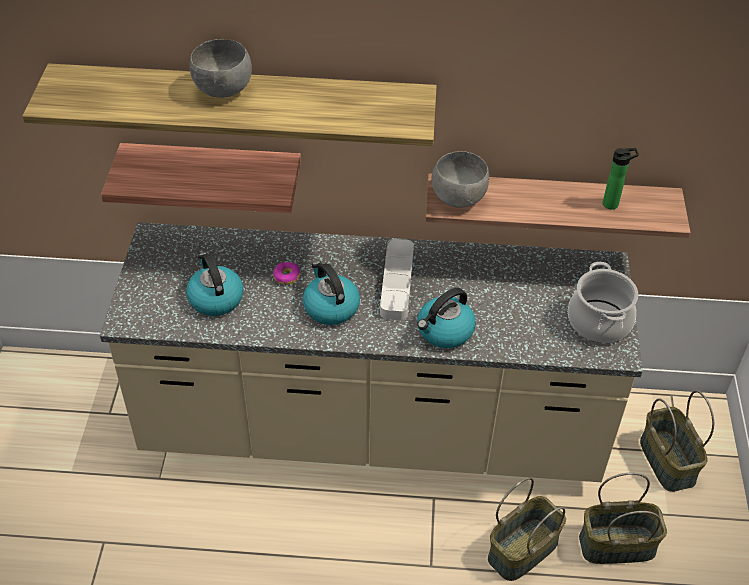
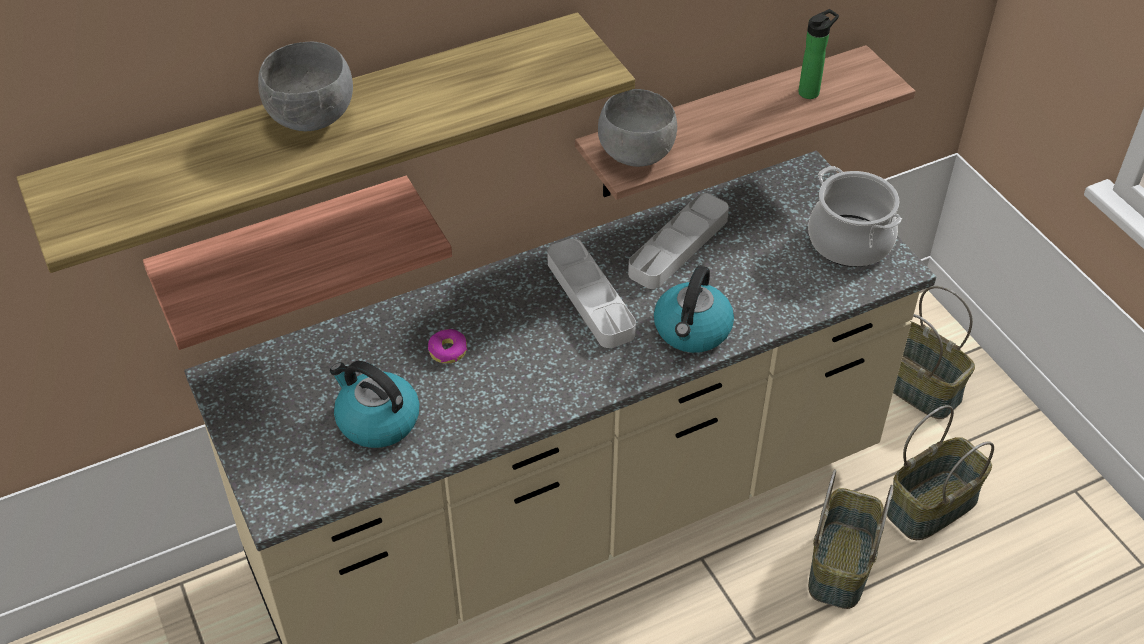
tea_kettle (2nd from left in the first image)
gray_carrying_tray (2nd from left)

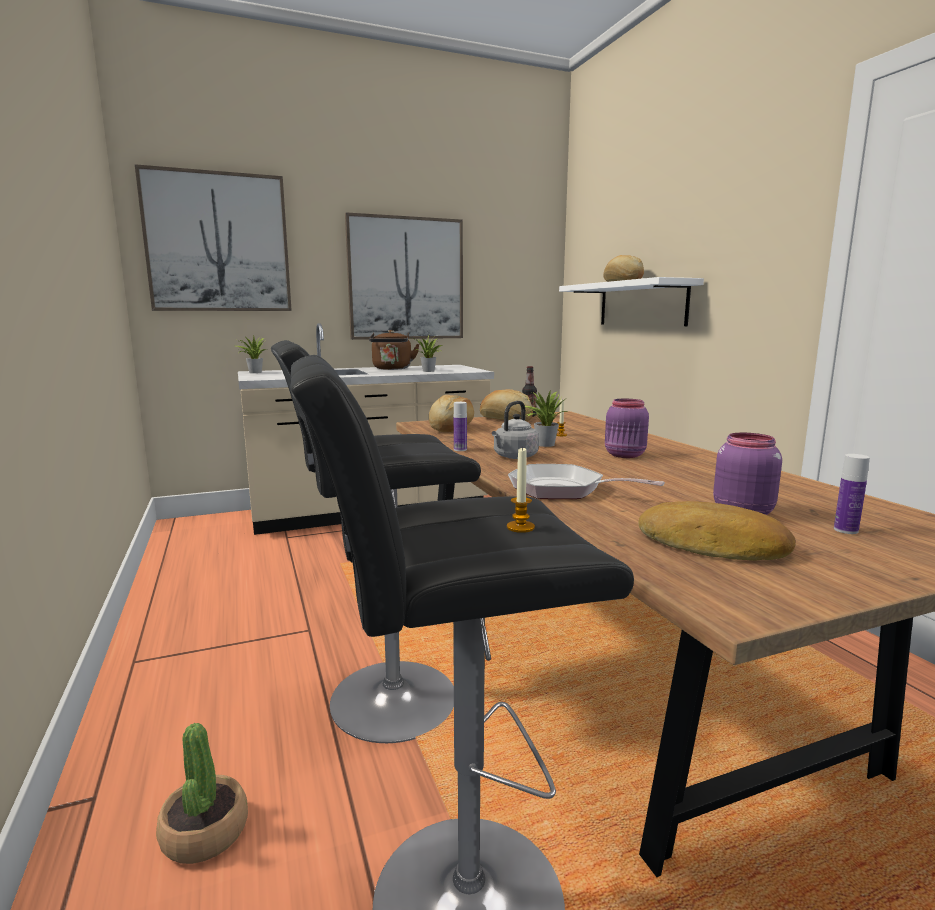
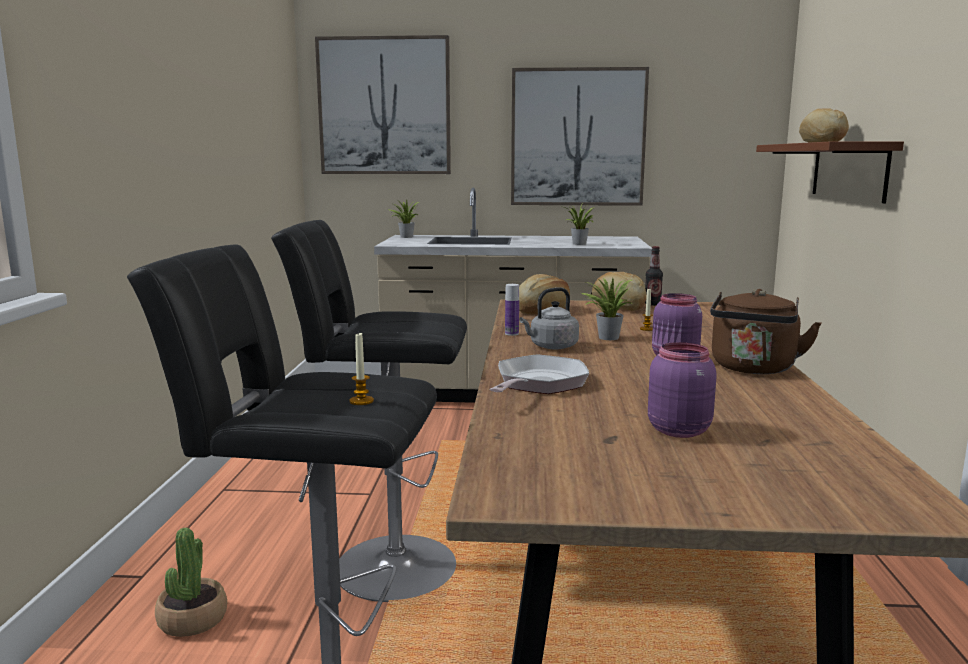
brownish_tea_kettle
frying_pan
brownish_bracket_shelf
baked_bread (4th from left in the first image)
beverage_bottle (3rd from left in the first image)

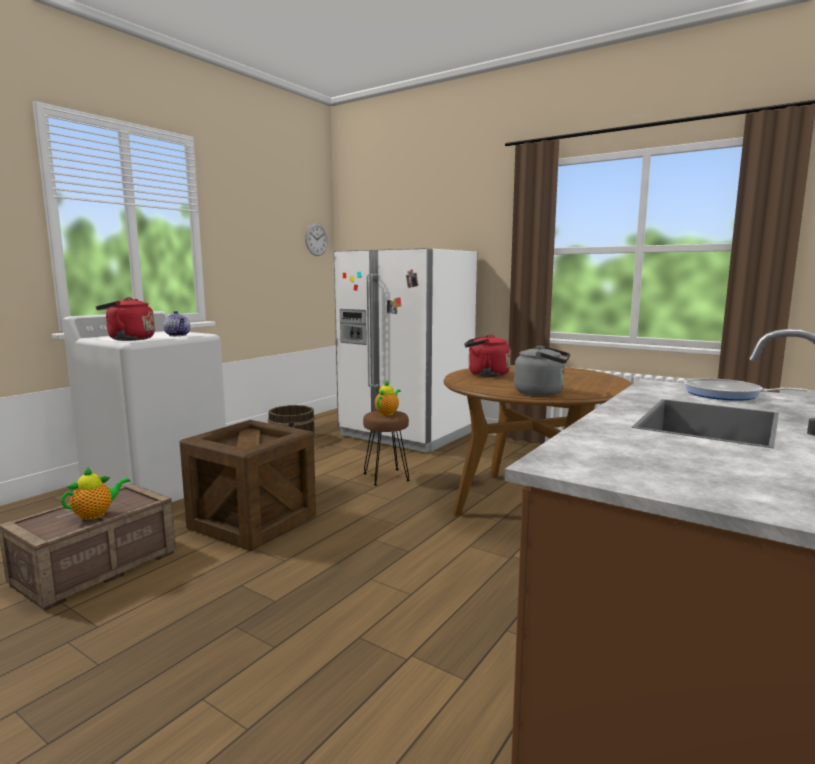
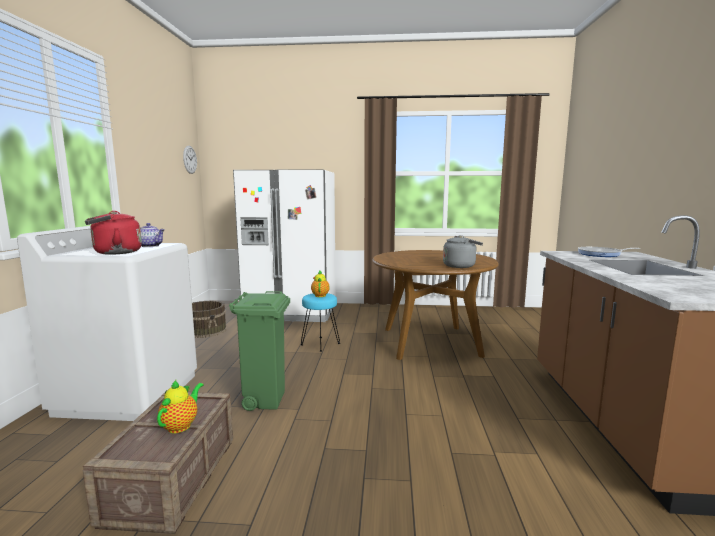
green_waste_bin
turquoise_stool_seat
reddish_tea_kettle (2nd from left in the first image)

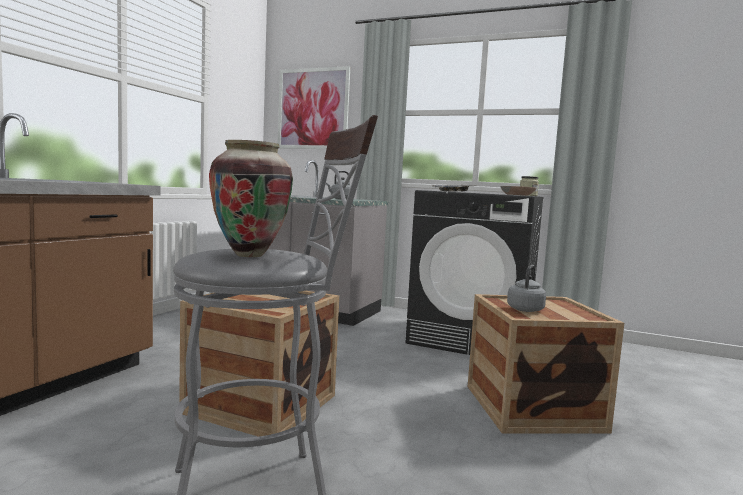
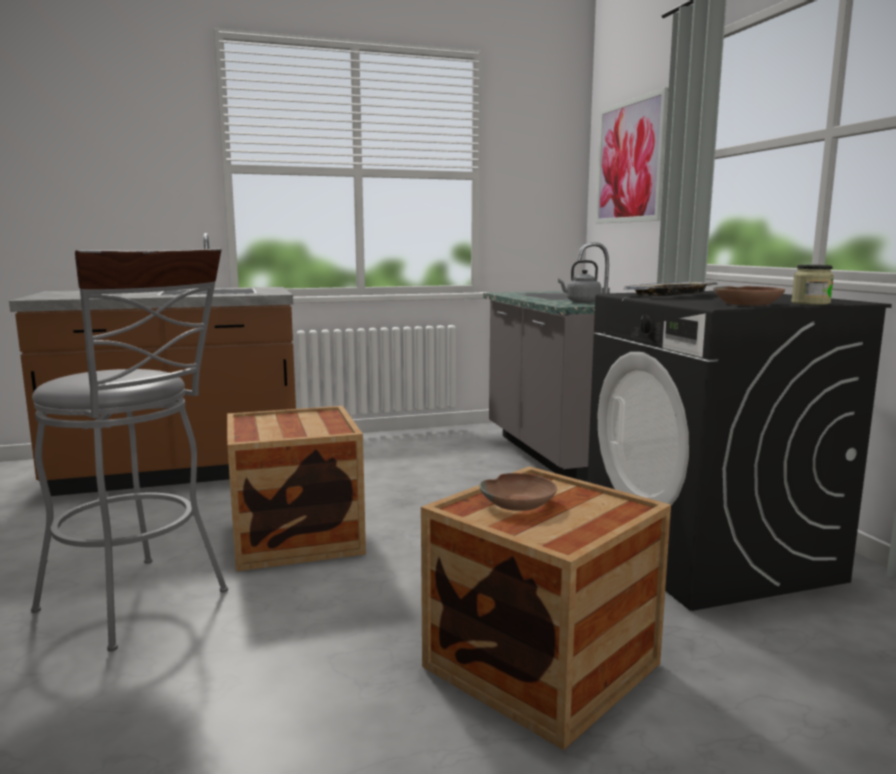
vase
brownish_bowl (1st from left)

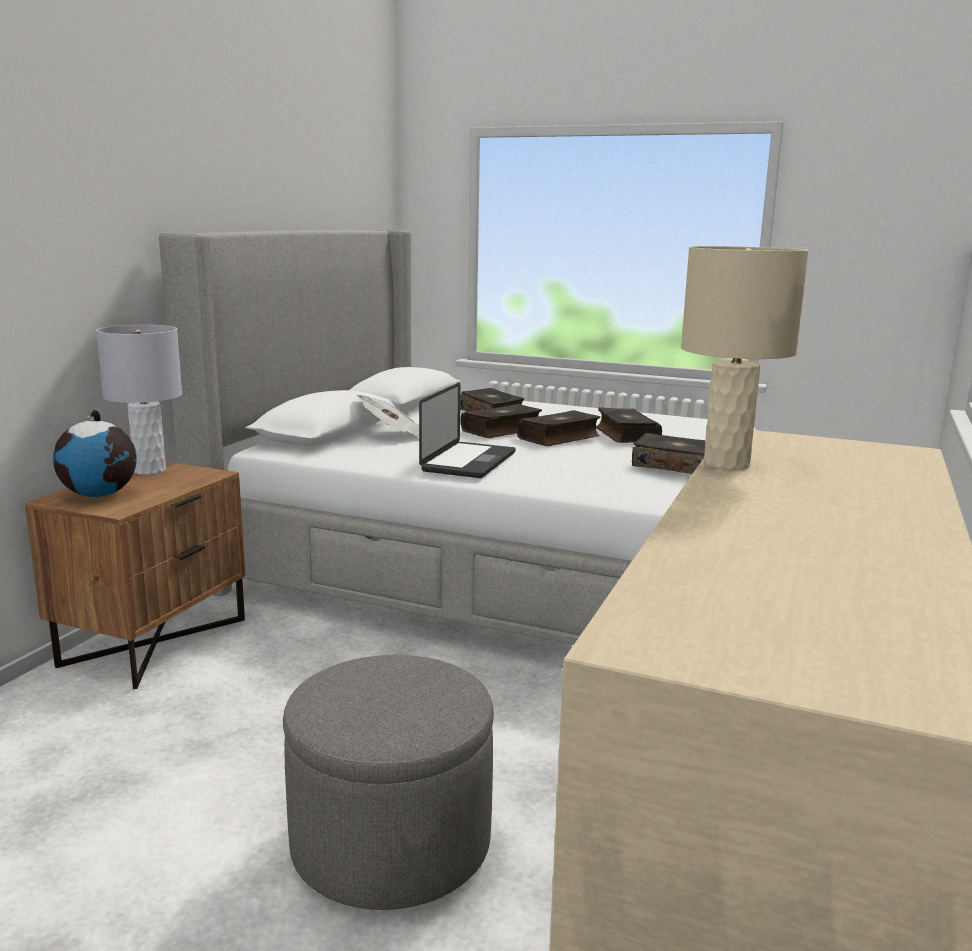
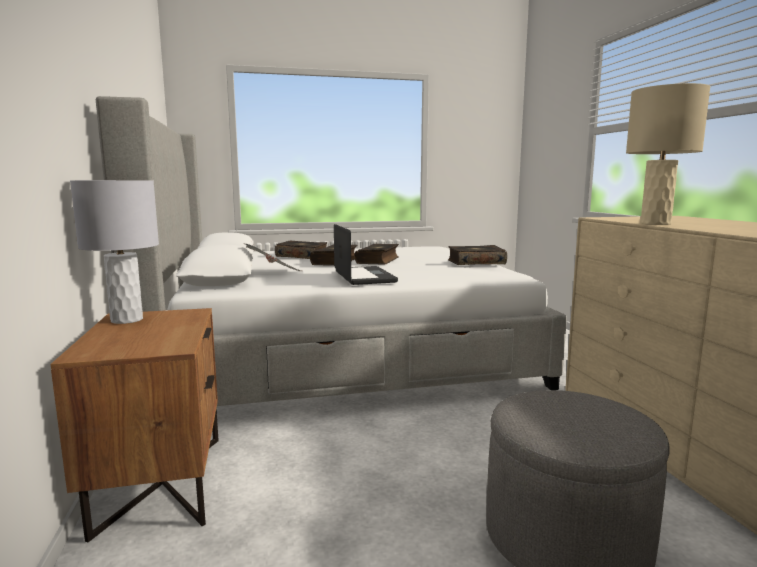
globe
volume (4th from left in the first image)

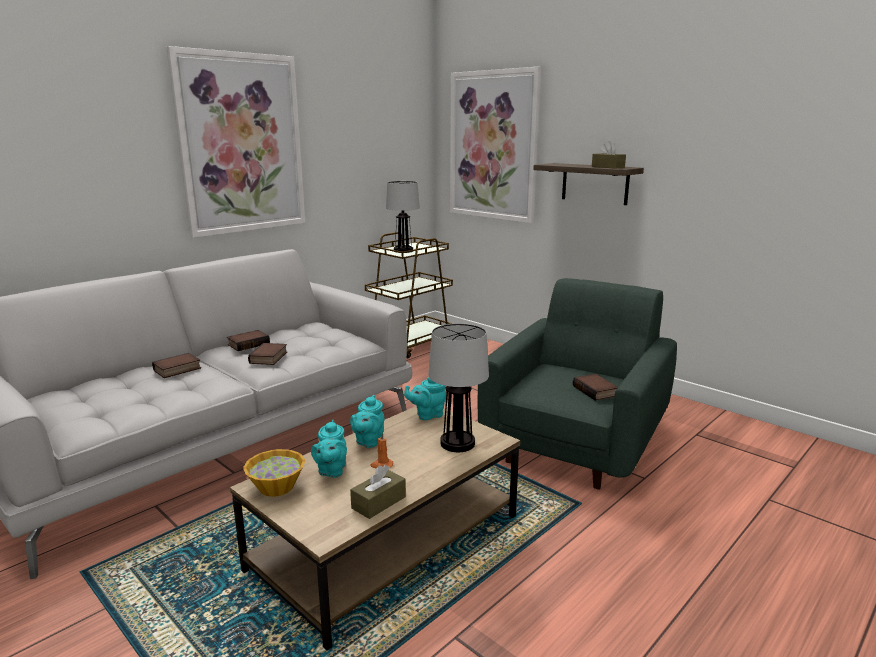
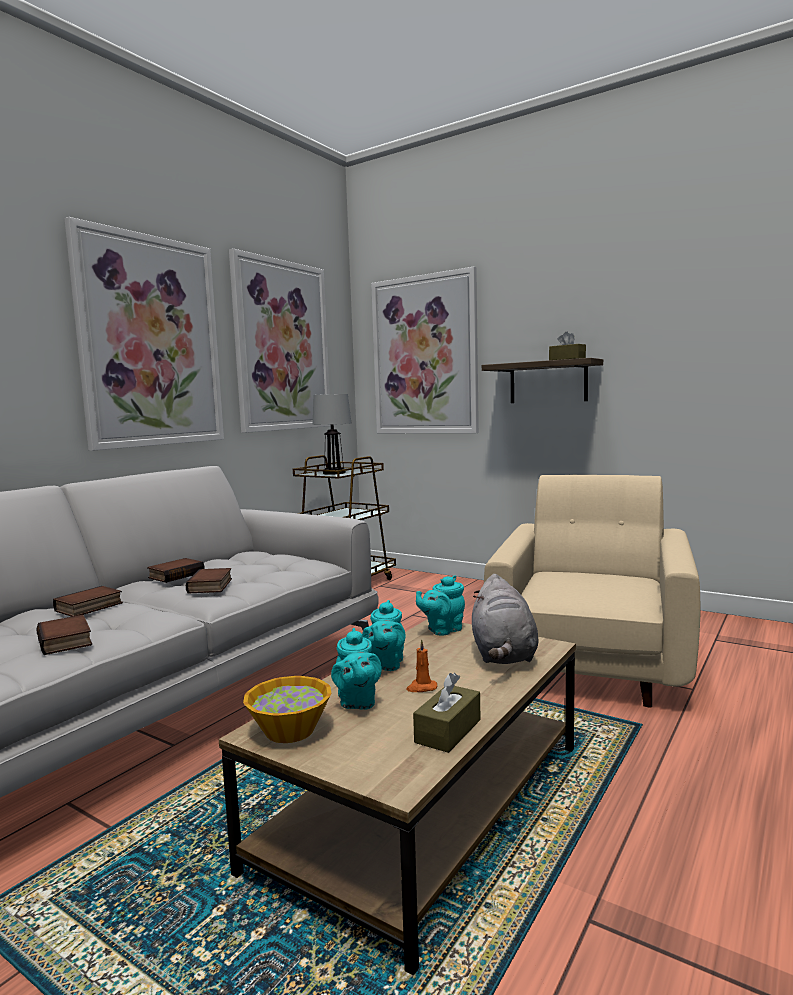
gray_plush_toy
beige_armchair
volume (1st from left)
wall_picture (2nd from left)

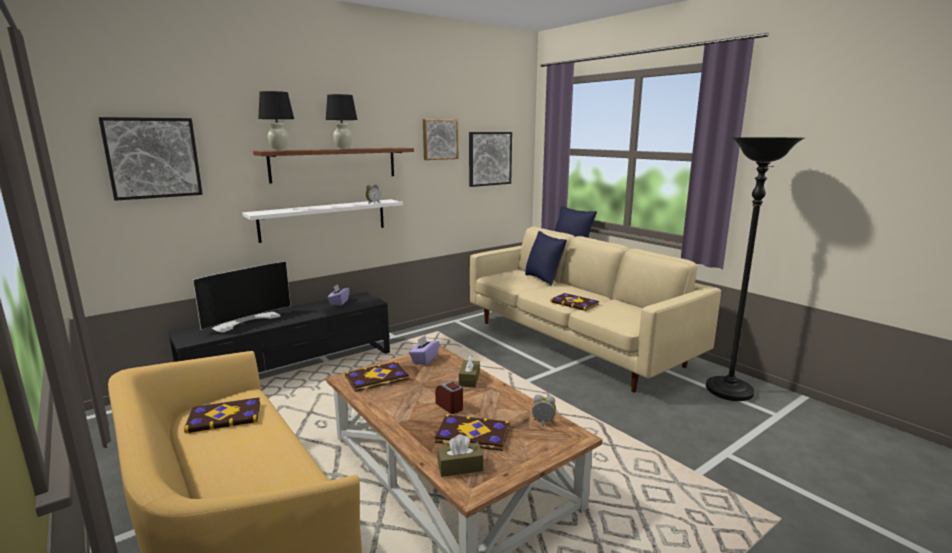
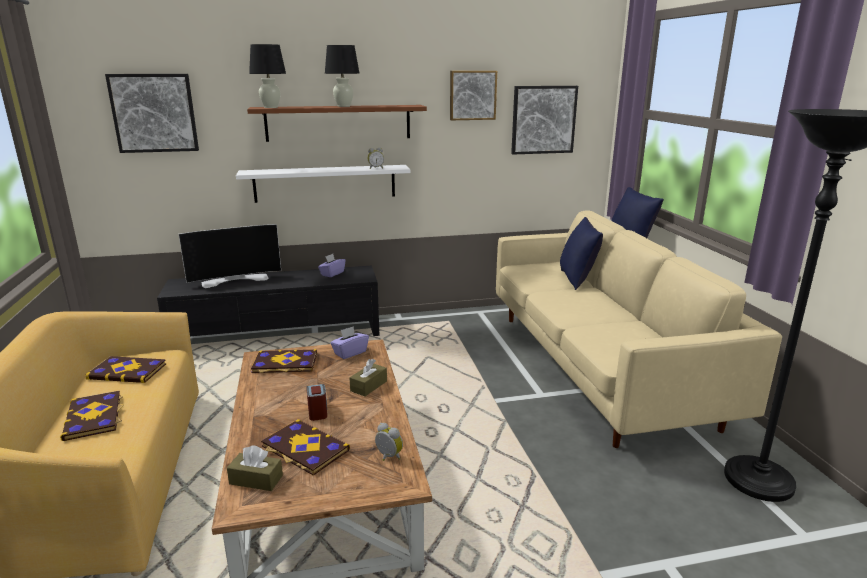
volume (1st from left)

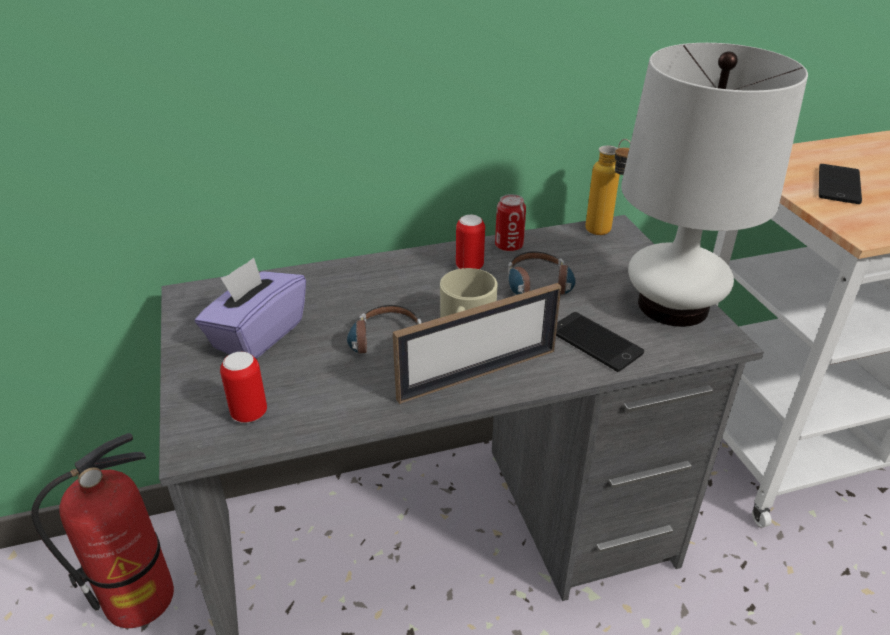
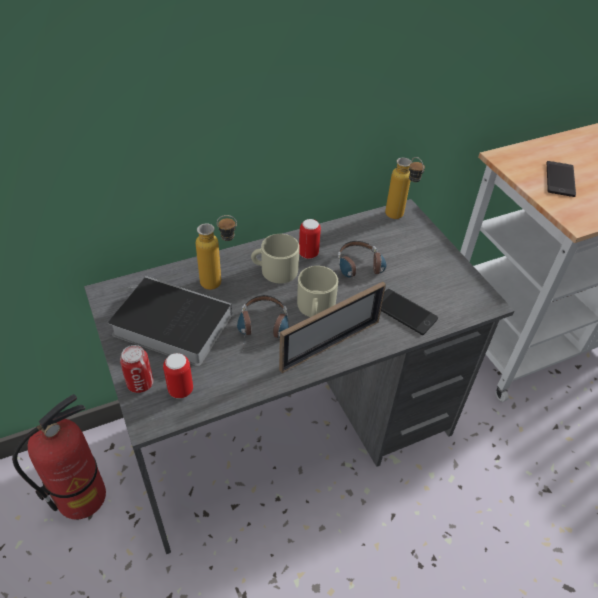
volume
metal_can (1st from left)
white-coloured_table_lamp
beverage_bottle (1st from left)
beige_coffee_mug (1st from left)

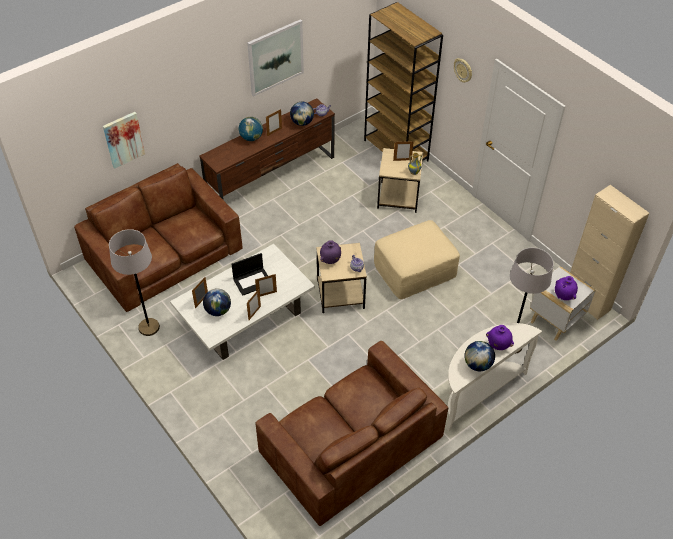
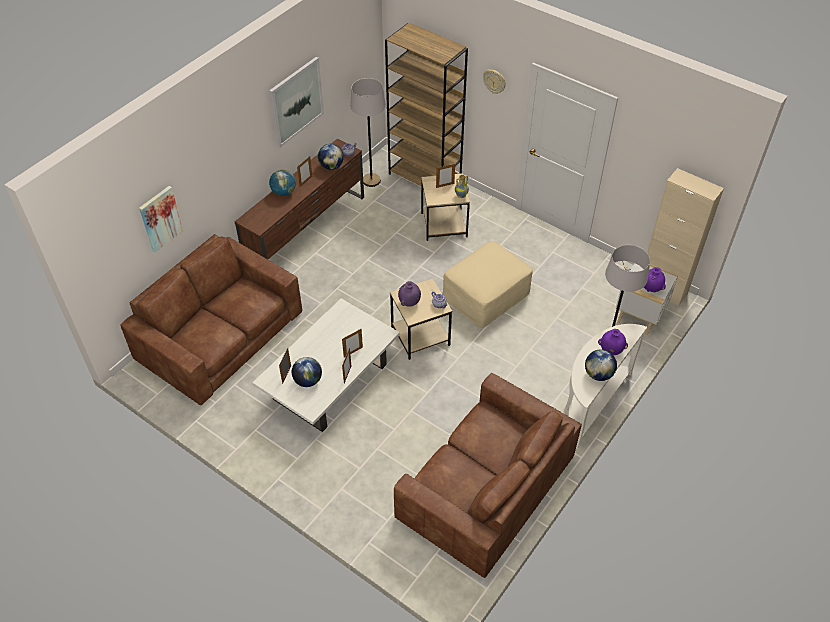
gray_standard_lamp (1st from left)
portable_computer

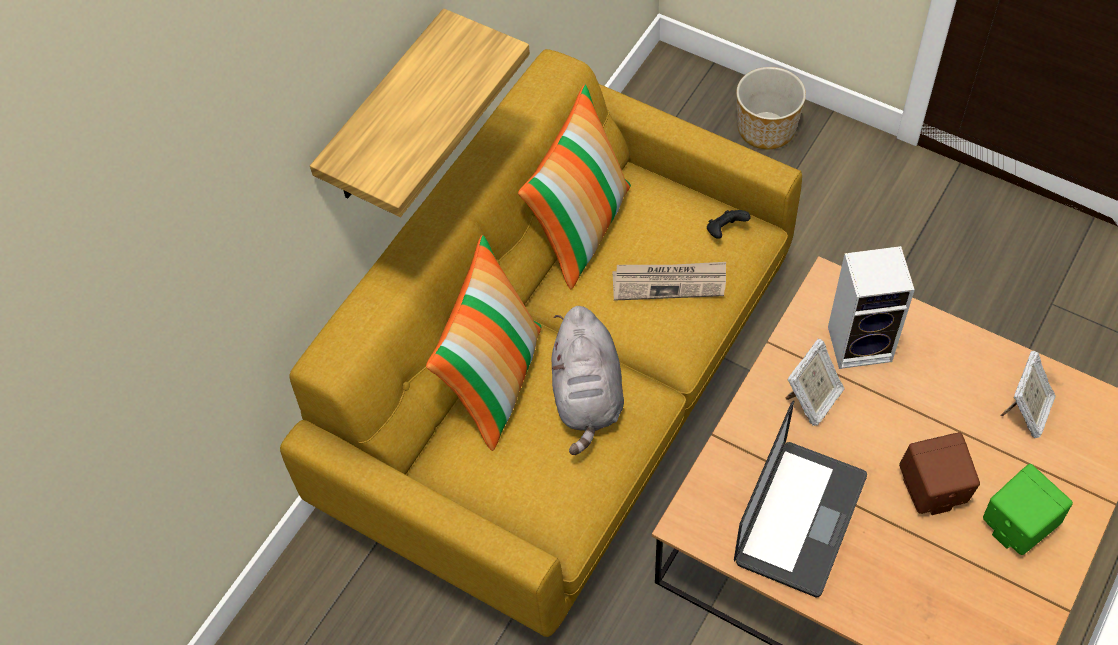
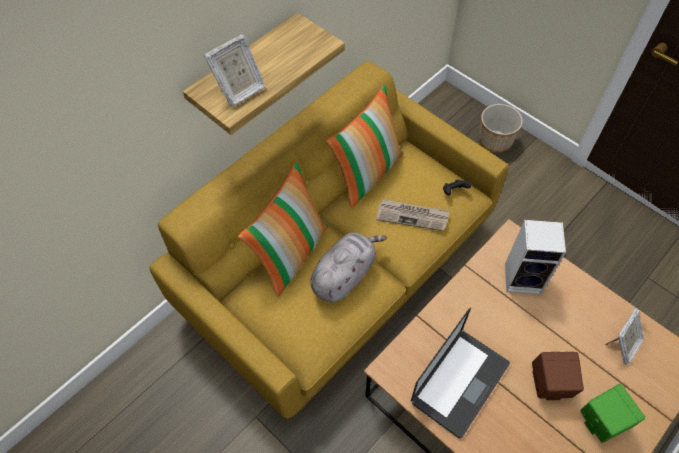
gray_plush_toy
standing_frame (1st from left)

